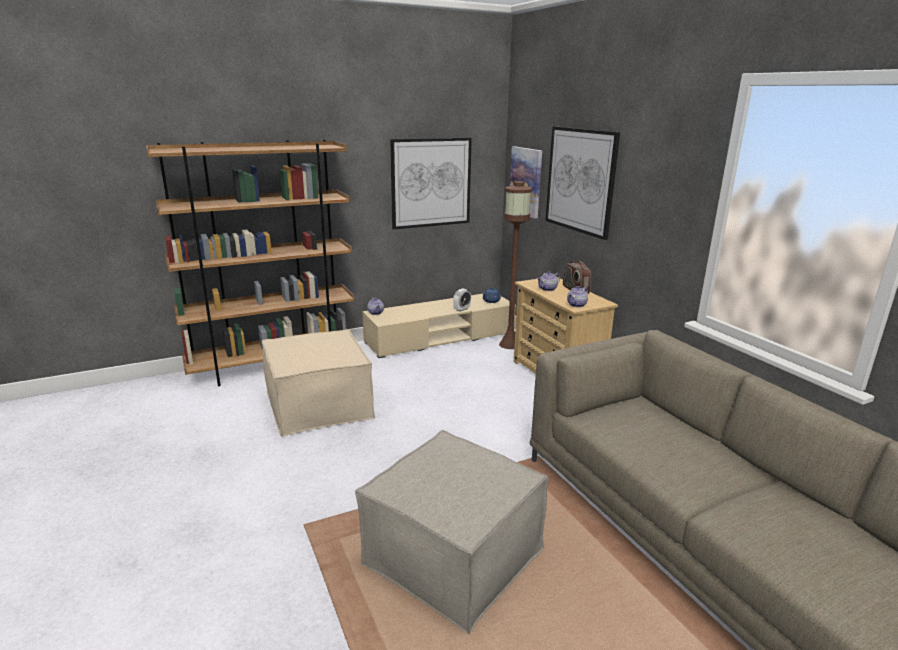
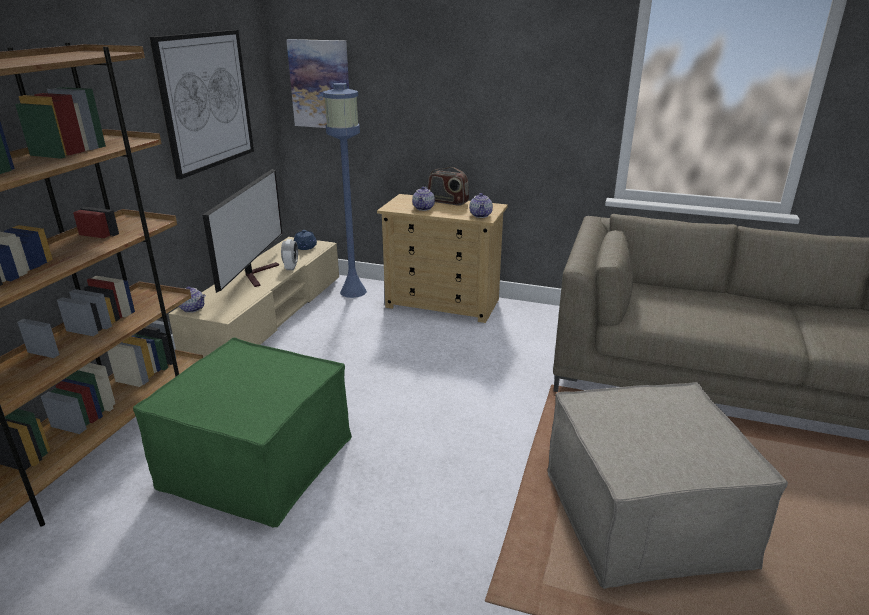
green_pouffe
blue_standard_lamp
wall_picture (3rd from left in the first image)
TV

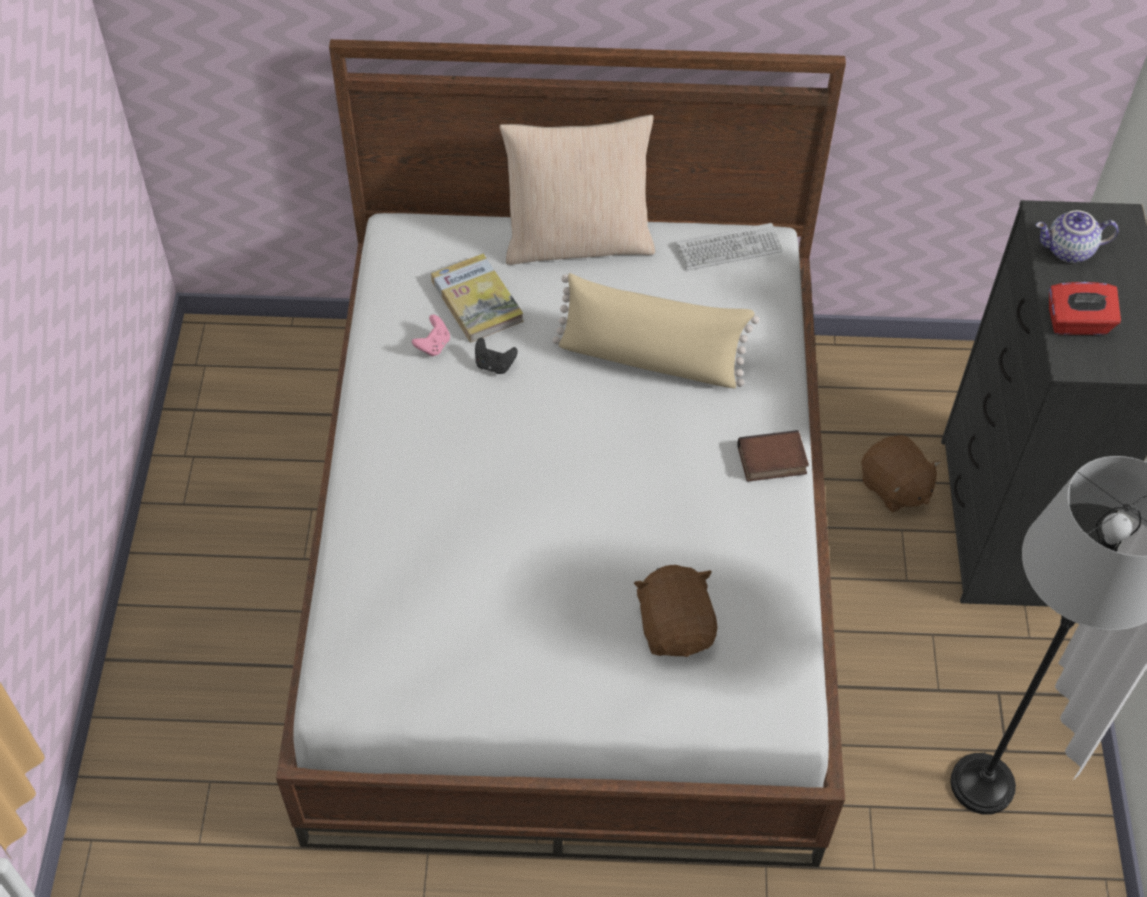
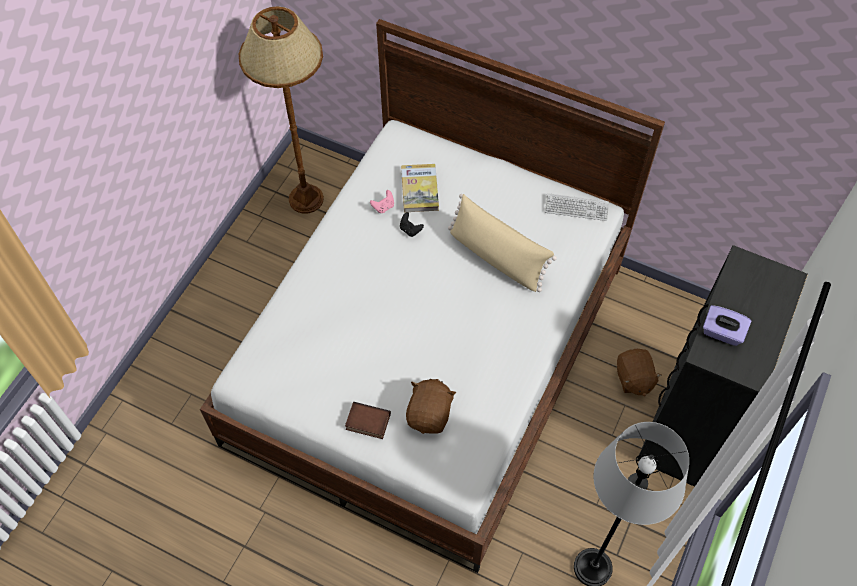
beige_pillow (1st from left in the first image)
volume (1st from left)
teapot
purplish_box_of_tissues
brownish_standard_lamp

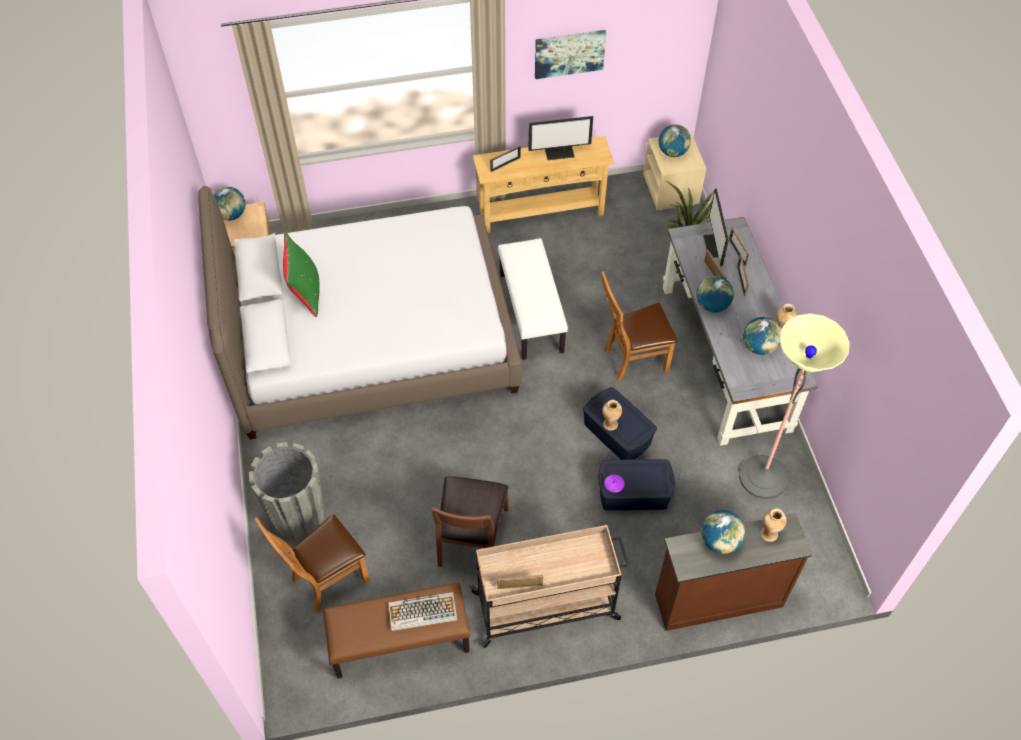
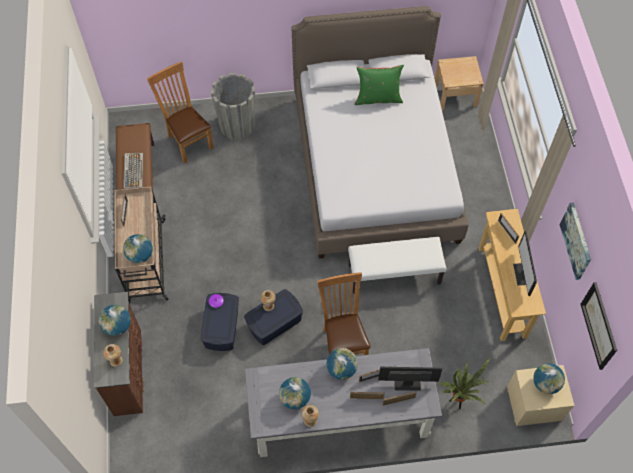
globe (2nd from left)
brownish_chair (2nd from left in the first image)
standard_lamp
wall_picture (2nd from left)

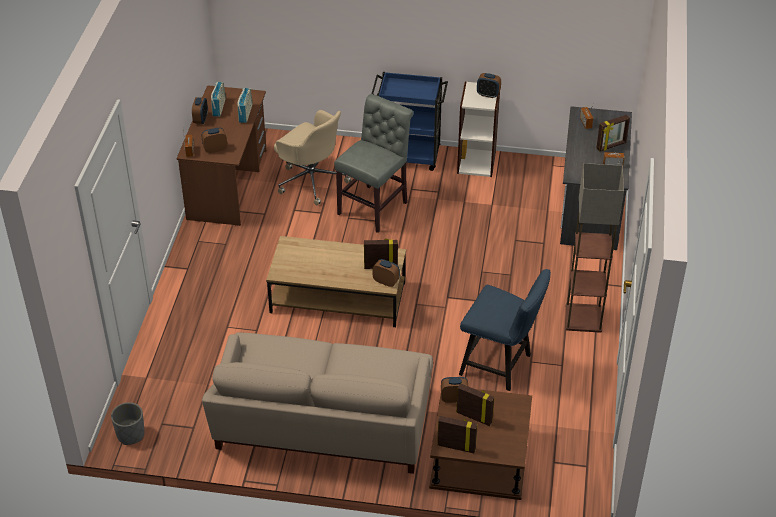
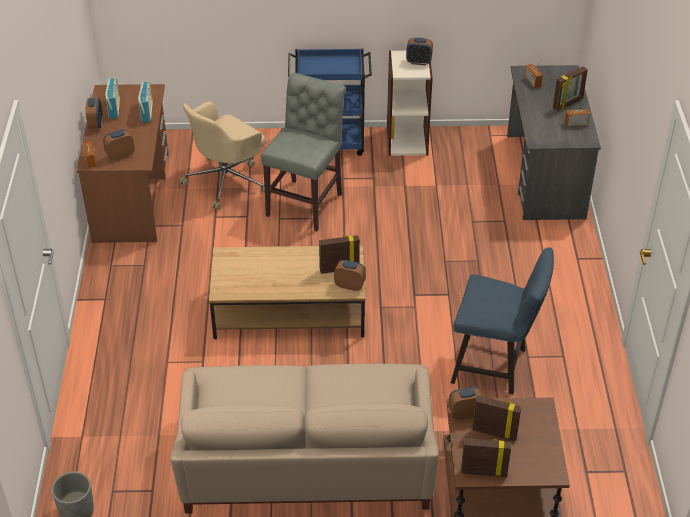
beige_desk_chair
standard_lamp

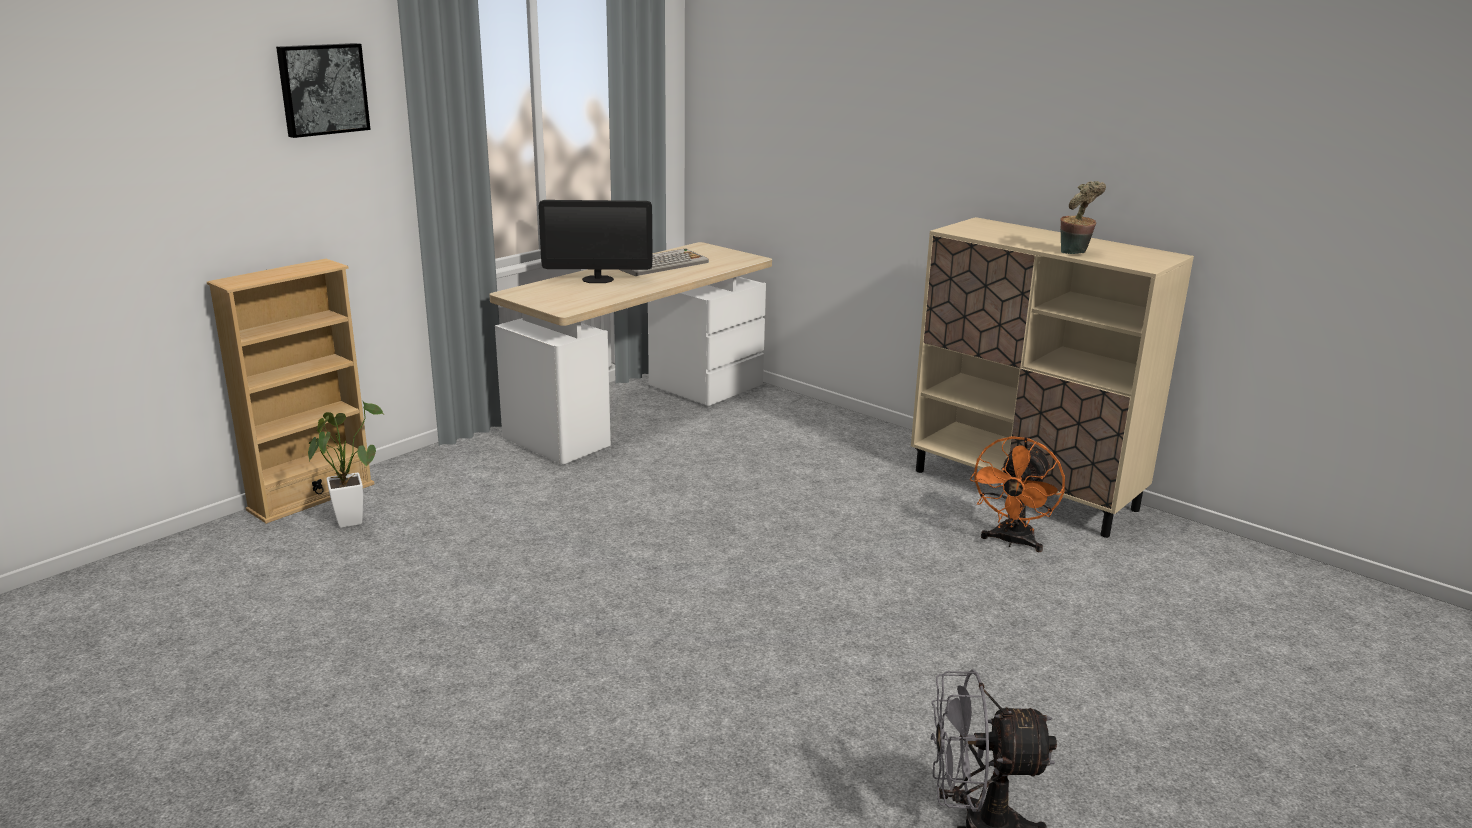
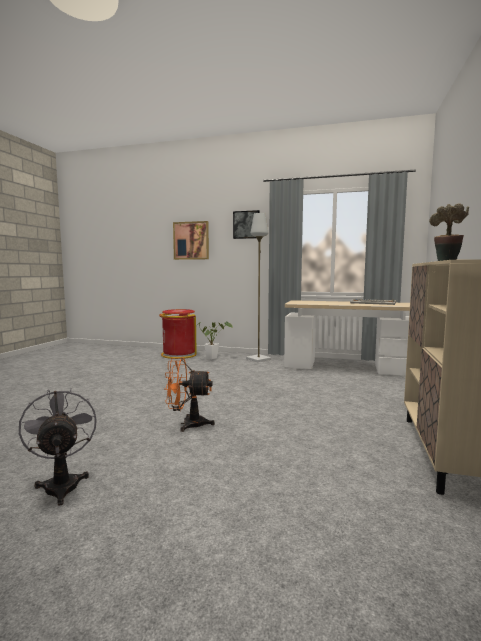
beige_bookcase
computer_display
orangey_electric_fan
reddish_waste_bin
wall_picture (1st from left)
gray_standard_lamp

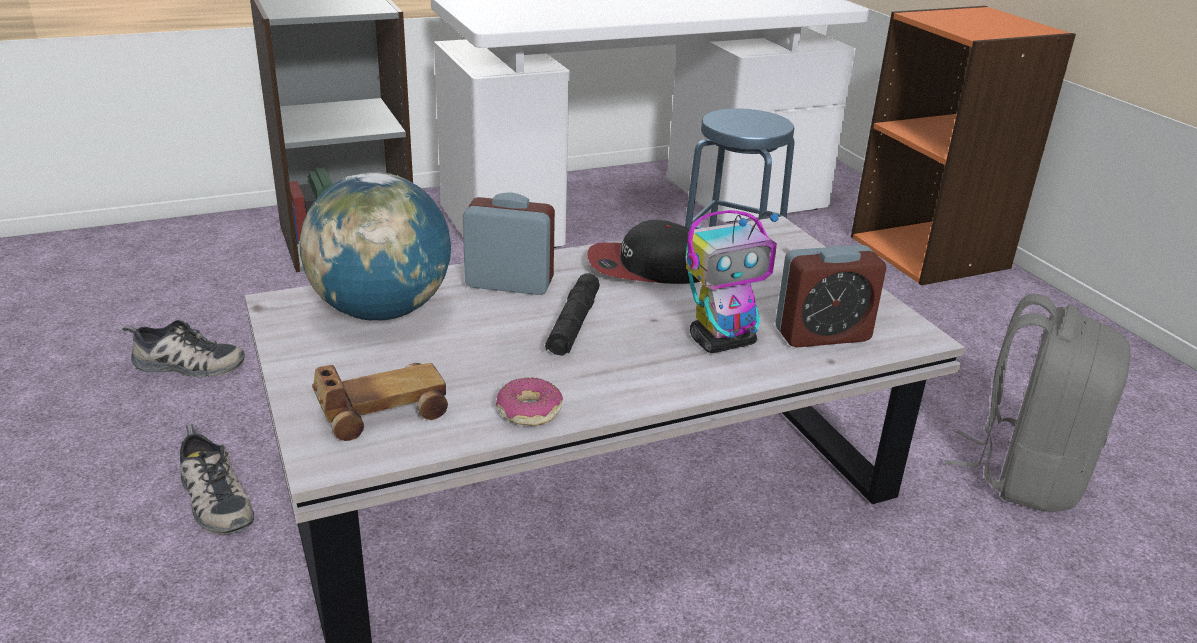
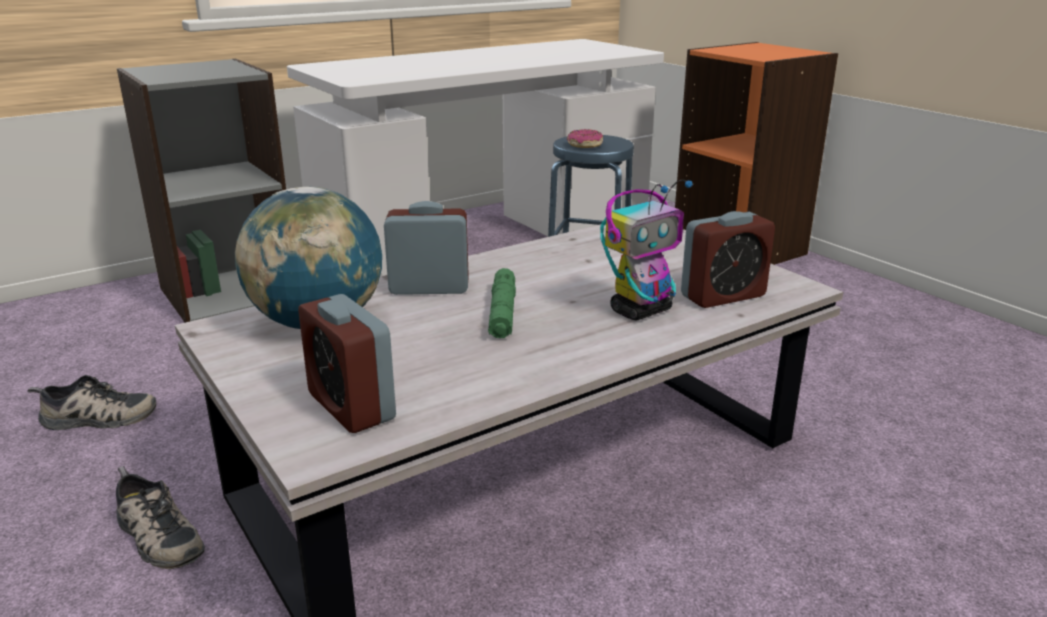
alarm_clock (1st from left)
donut
green_hand_torch
baseball_cap
gray_knapsack

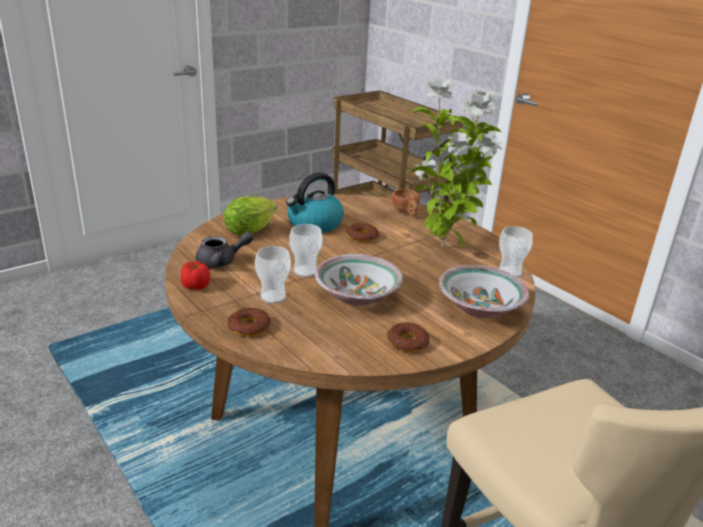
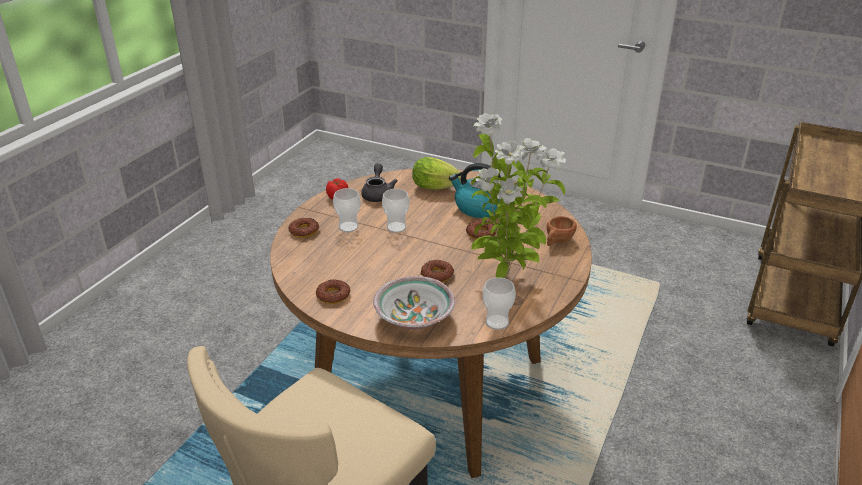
gray_teapot
bowl (1st from left in the first image)
donut (3rd from left)

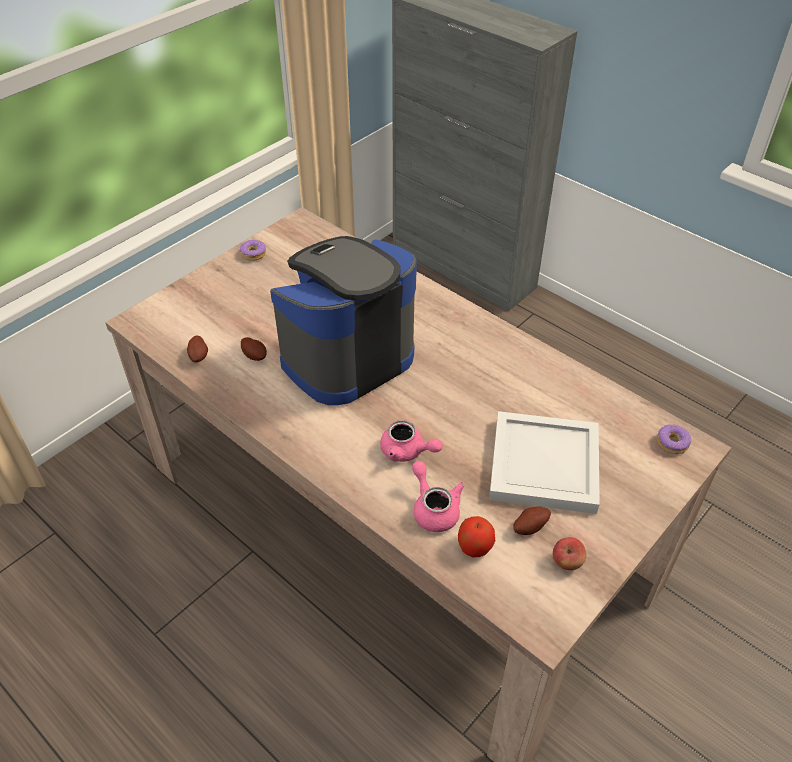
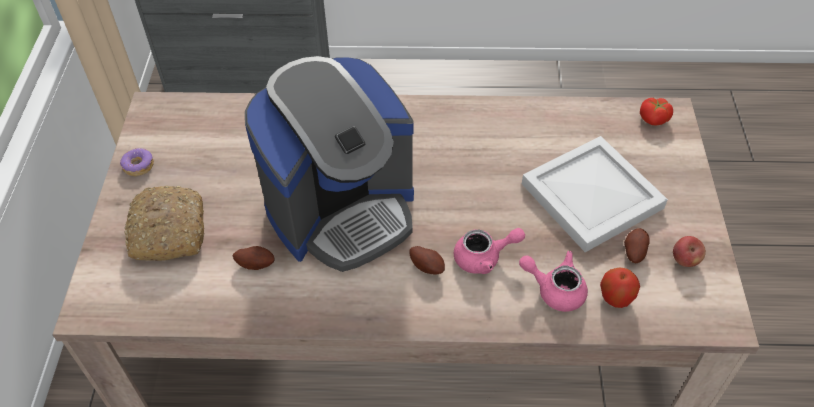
potato (2nd from left)
coffee_machine
tomato
baked_bread

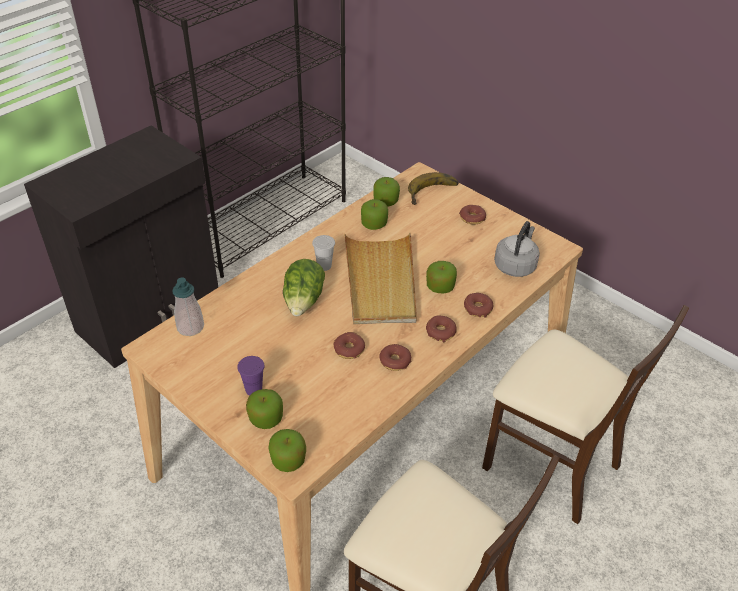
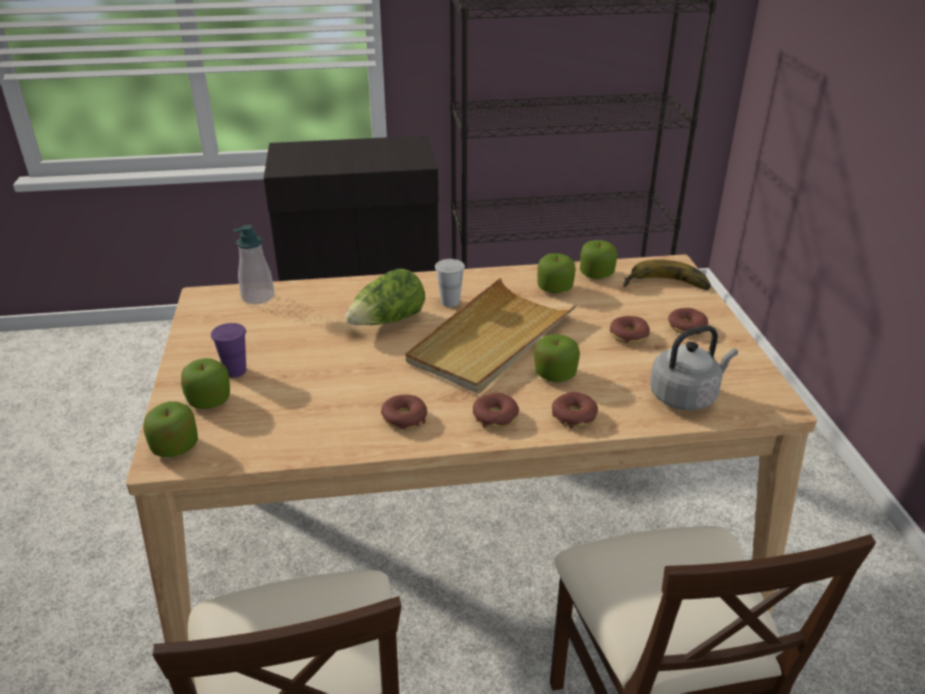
donut (4th from left)

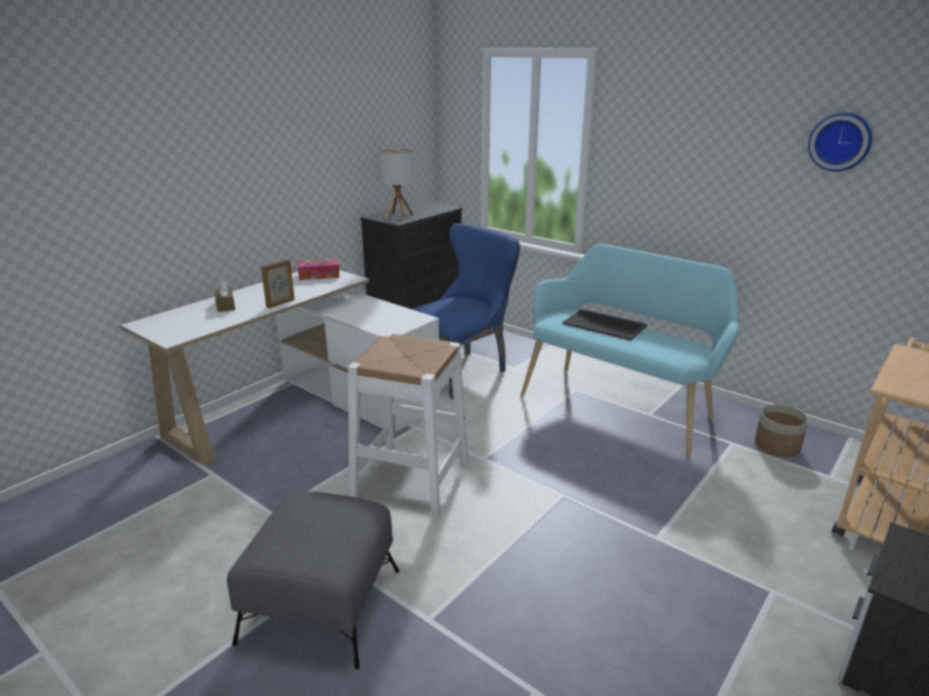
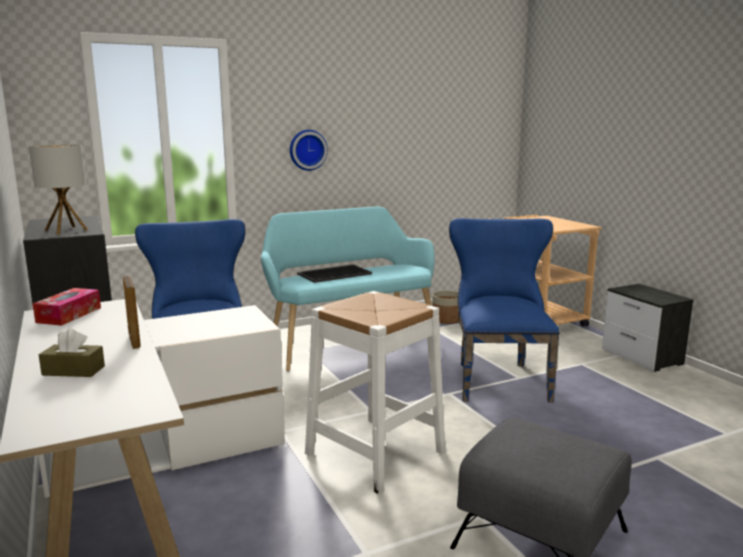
wall_clock
blue_chair (2nd from left)

